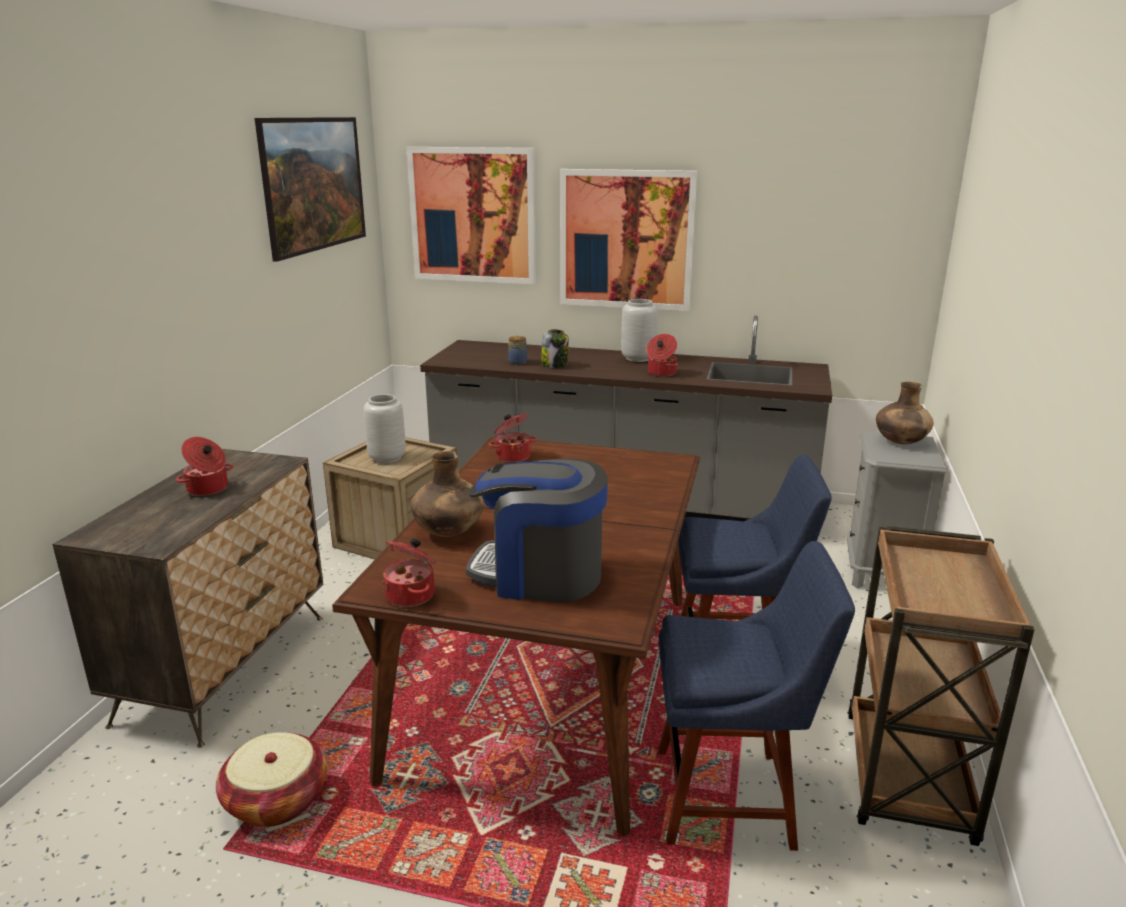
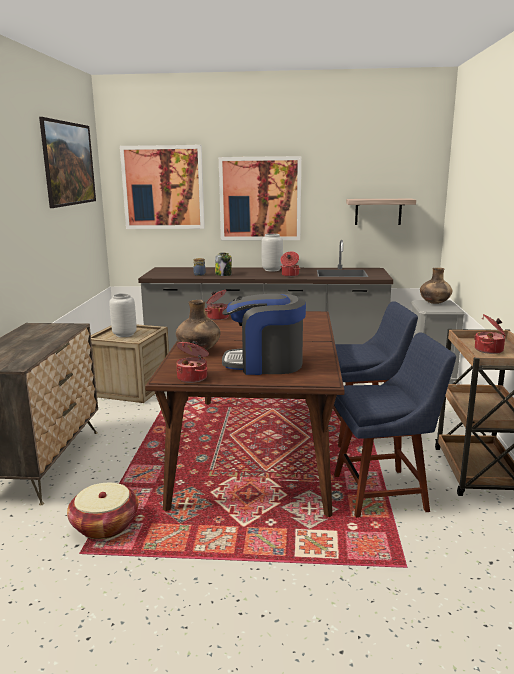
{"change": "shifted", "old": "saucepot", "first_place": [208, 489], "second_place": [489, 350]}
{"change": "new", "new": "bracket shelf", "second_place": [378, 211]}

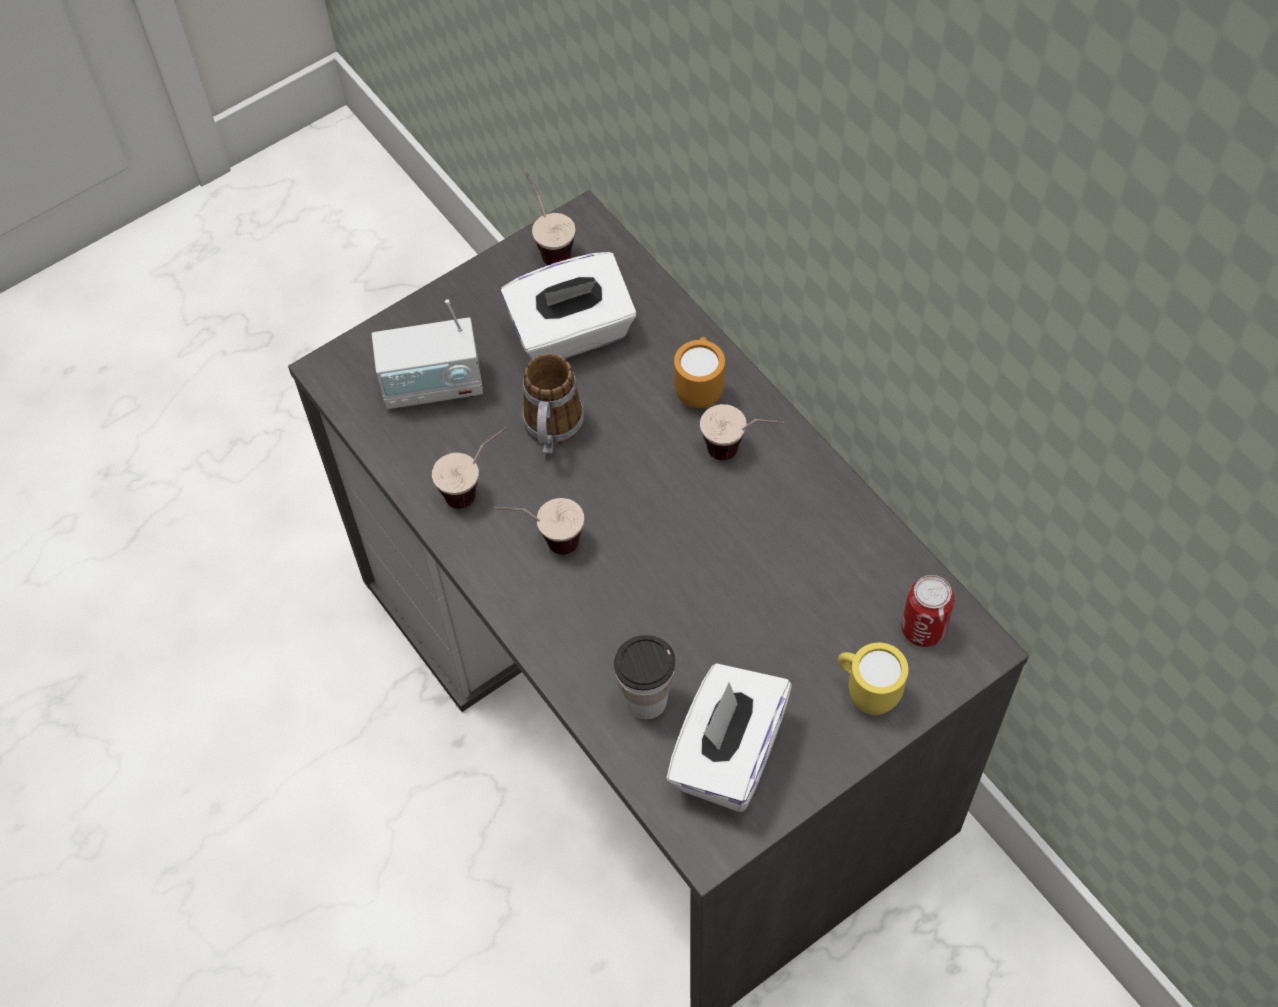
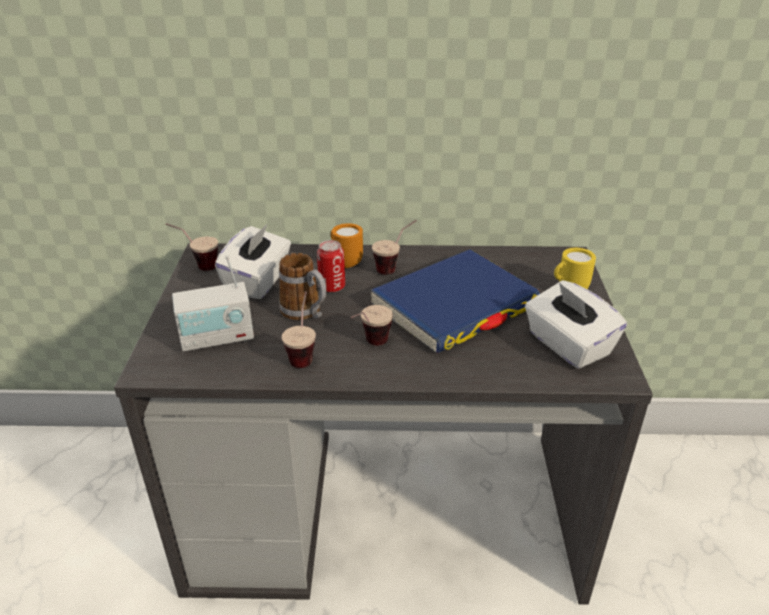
{"change": "rotated", "old": "radio", "first_place": [433, 386], "second_place": [217, 338], "degrees": 45}
{"change": "gone", "old": "drinking cup", "first_place": [646, 700]}
{"change": "shifted", "old": "sealed can", "first_place": [923, 628], "second_place": [332, 287]}
{"change": "new", "new": "blue-coloured volume", "second_place": [454, 305]}

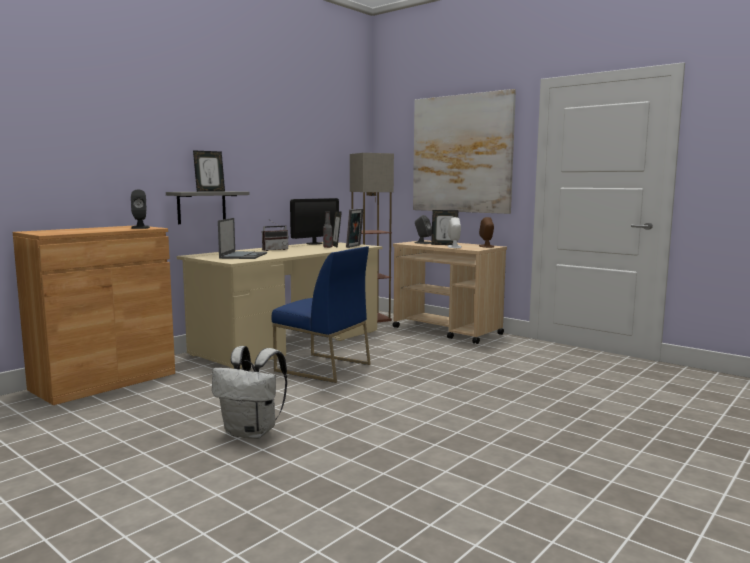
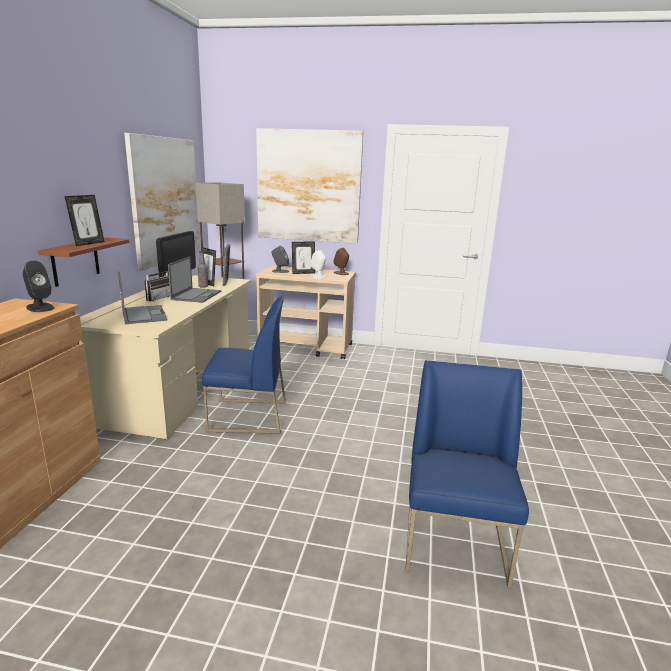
{"change": "repainted", "old": "gray bracket shelf", "new": "brown-coloured bracket shelf", "first_place": [201, 207], "second_place": [75, 261]}
{"change": "gone", "old": "white-coloured knapsack", "first_place": [252, 432]}
{"change": "new", "new": "picture", "second_place": [165, 200]}
{"change": "new", "new": "laptop", "second_place": [196, 295]}
{"change": "new", "new": "blue-coloured upright chair", "second_place": [456, 540]}

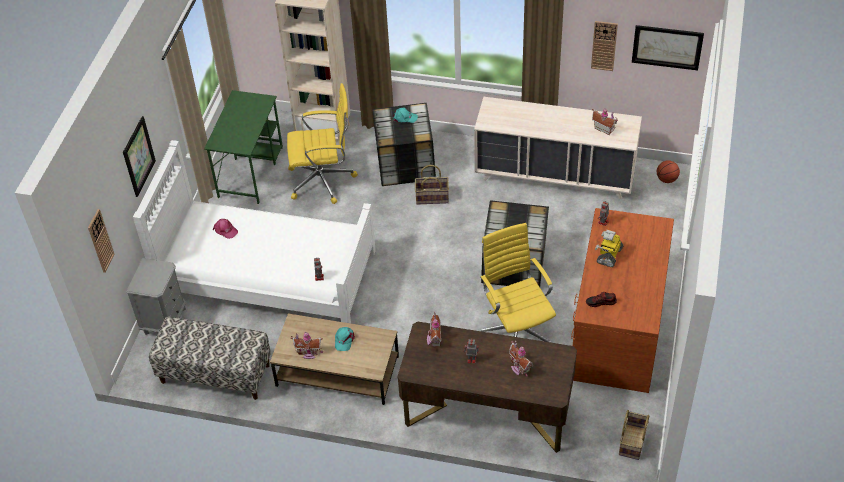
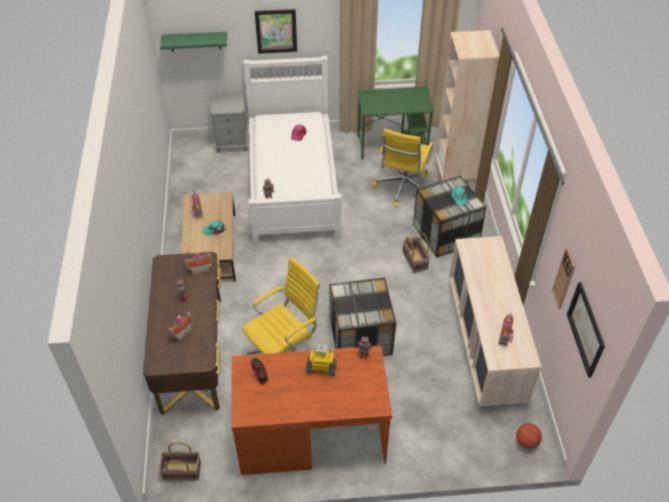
{"change": "swapped", "old": "wall clock", "new": "green bracket shelf", "first_place": [100, 241], "second_place": [195, 41]}
{"change": "gone", "old": "indoor bench", "first_place": [215, 374]}
{"change": "rotated", "old": "yellowish desk chair", "first_place": [323, 180], "second_place": [403, 188], "degrees": 45}

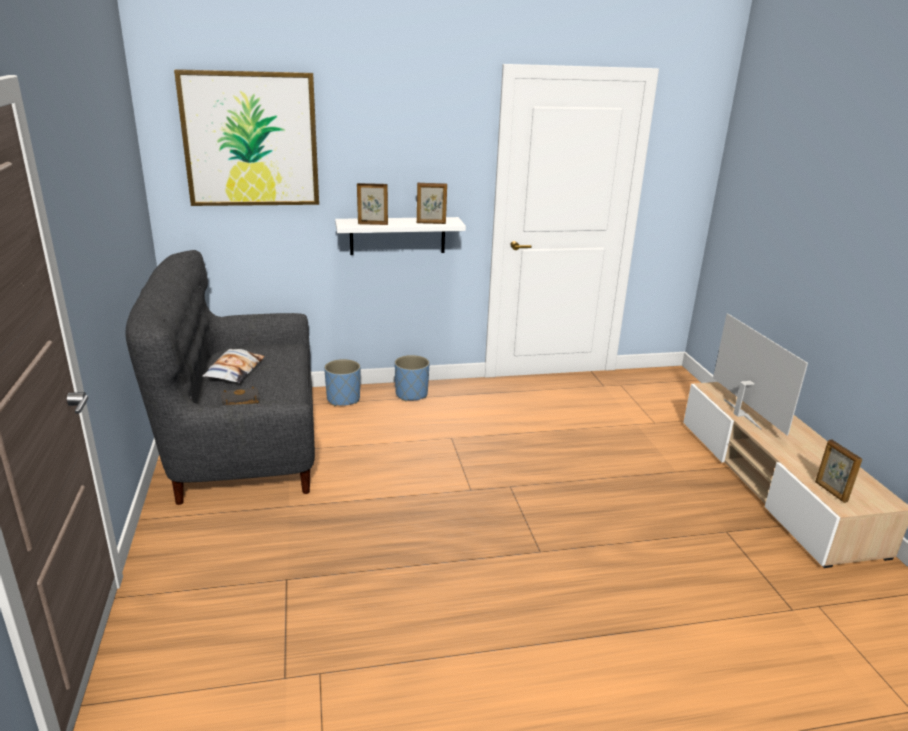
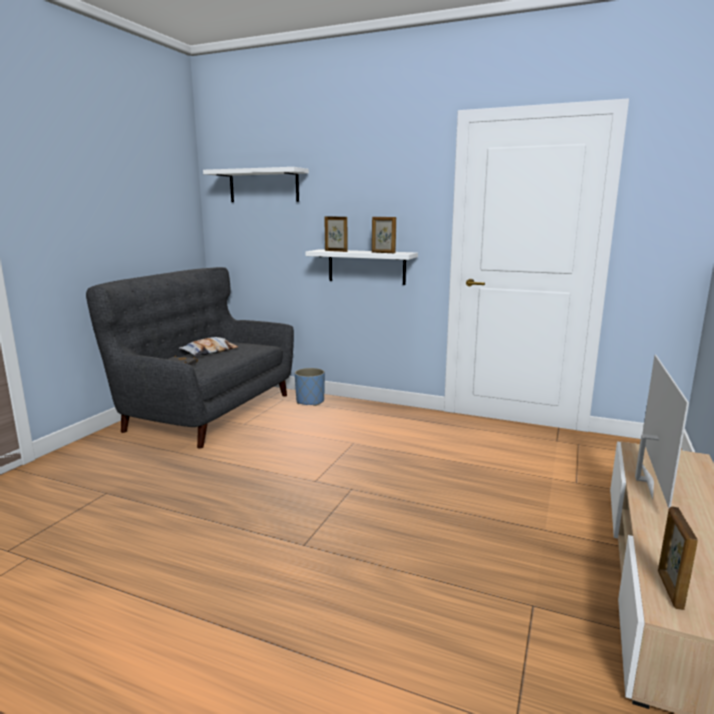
{"change": "swapped", "old": "picture", "new": "white-coloured bracket shelf", "first_place": [251, 140], "second_place": [263, 186]}
{"change": "gone", "old": "blue-coloured plant pot", "first_place": [411, 394]}

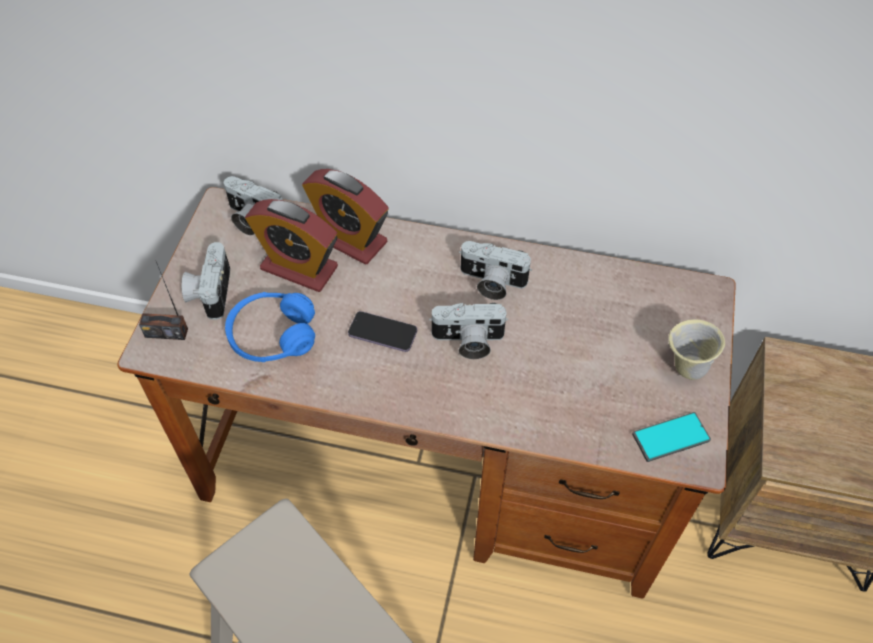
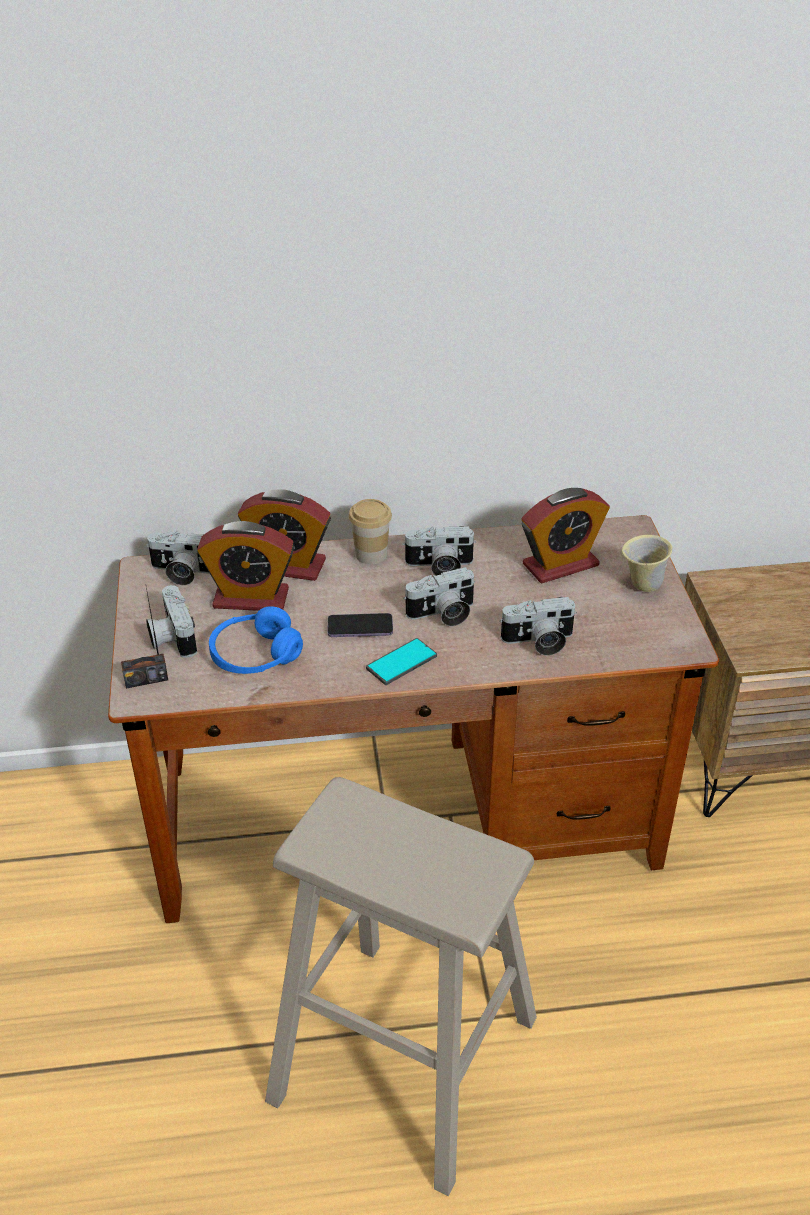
{"change": "shifted", "old": "handset", "first_place": [671, 437], "second_place": [401, 662]}
{"change": "new", "new": "drinking cup", "second_place": [371, 554]}
{"change": "new", "new": "photo camera", "second_place": [538, 642]}
{"change": "new", "new": "alarm clock", "second_place": [560, 565]}

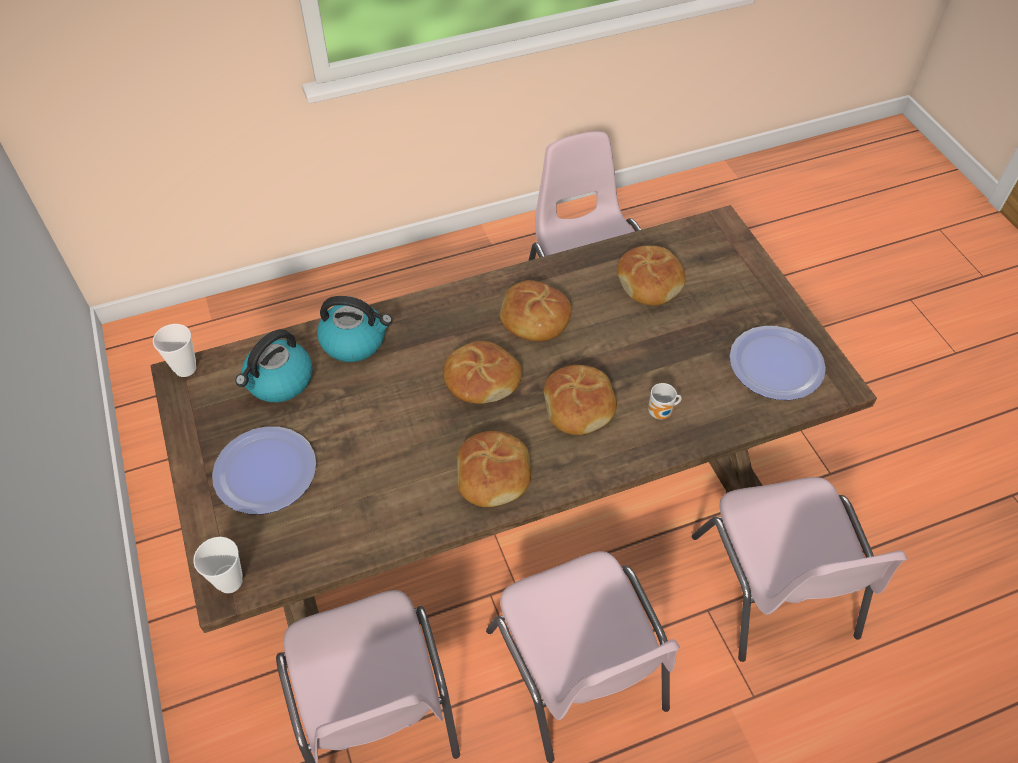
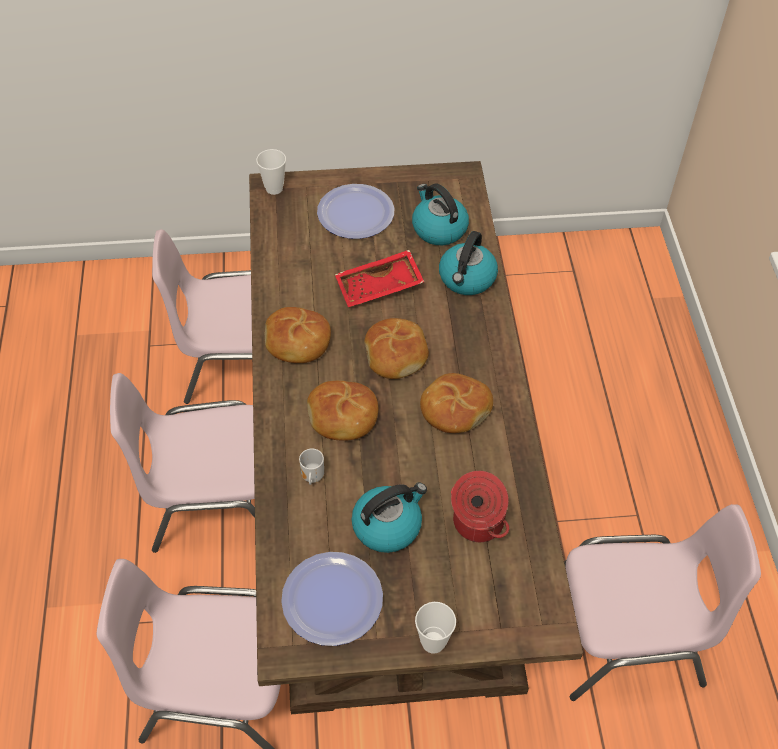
{"change": "shifted", "old": "drinking cup", "first_place": [185, 368], "second_place": [433, 642]}
{"change": "swapped", "old": "baked bread", "new": "saucepot", "first_place": [650, 282], "second_place": [477, 522]}
{"change": "new", "new": "reddish carrying tray", "second_place": [379, 287]}
{"change": "new", "new": "tea kettle", "second_place": [388, 525]}

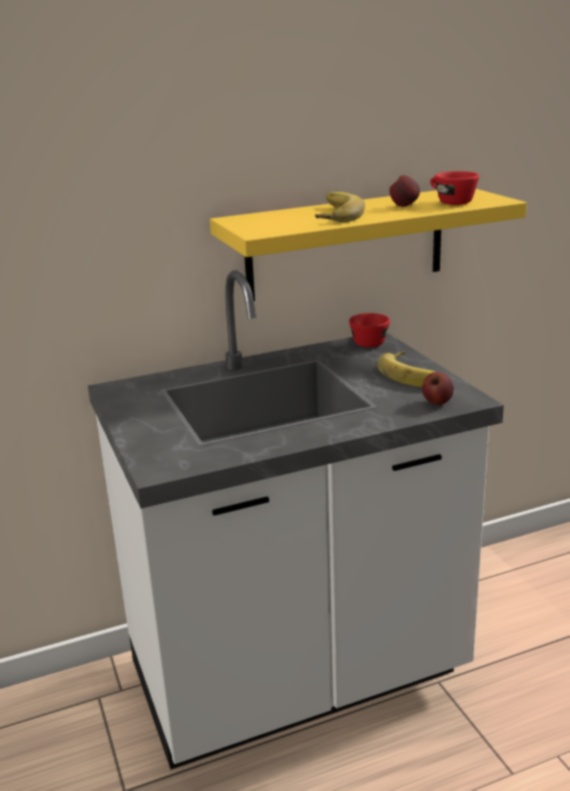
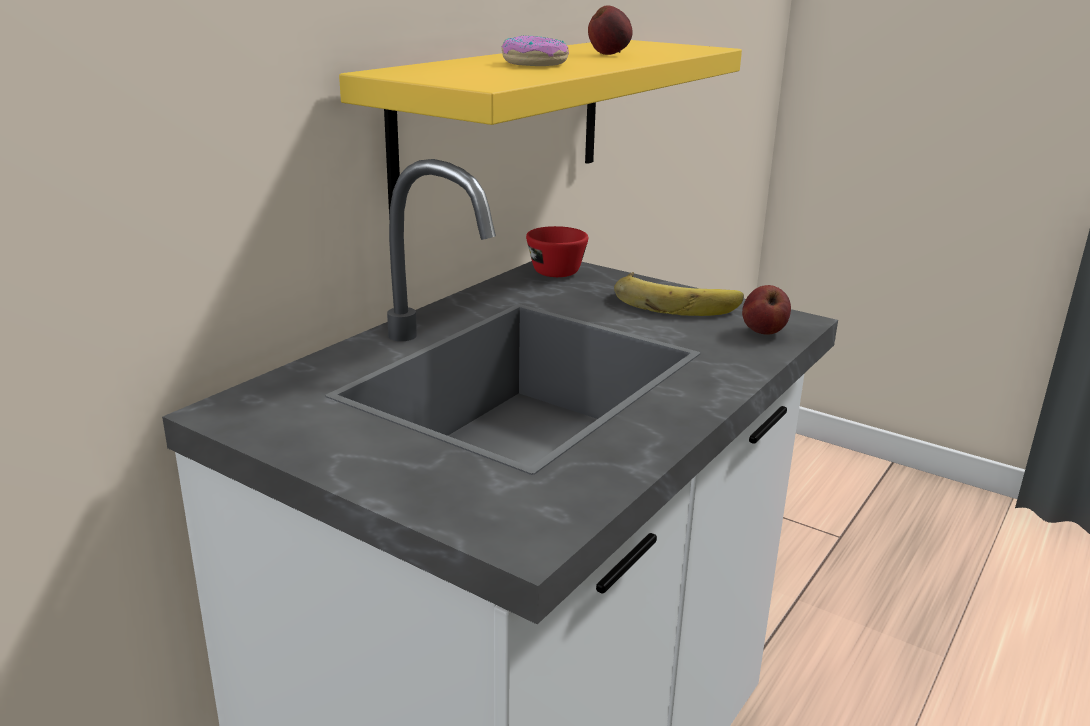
{"change": "swapped", "old": "banana", "new": "donut", "first_place": [332, 214], "second_place": [535, 63]}
{"change": "gone", "old": "reddish drinking cup", "first_place": [450, 202]}

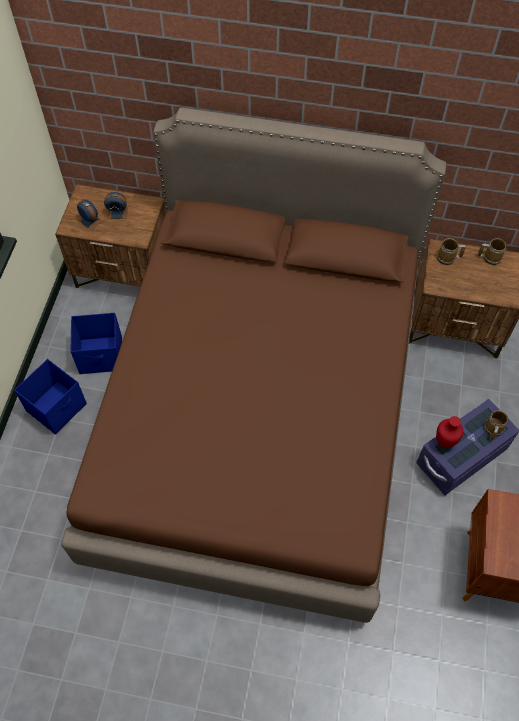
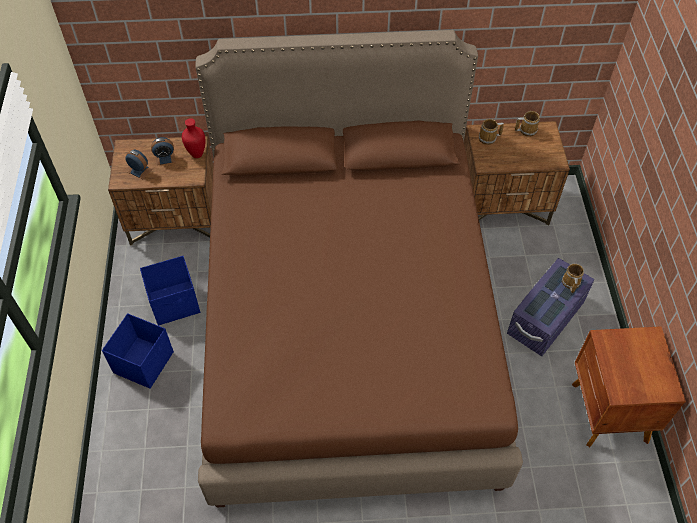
{"change": "shifted", "old": "reddish flower vase", "first_place": [443, 443], "second_place": [196, 154]}

